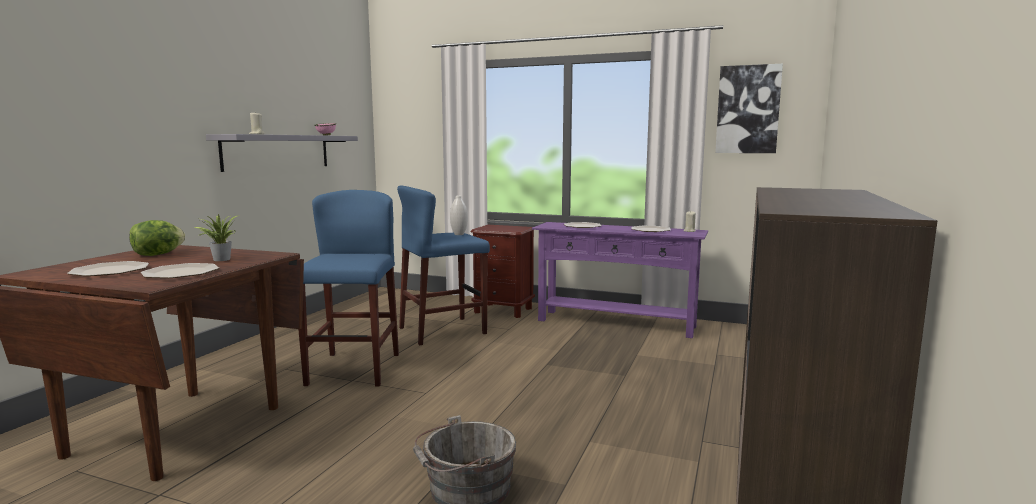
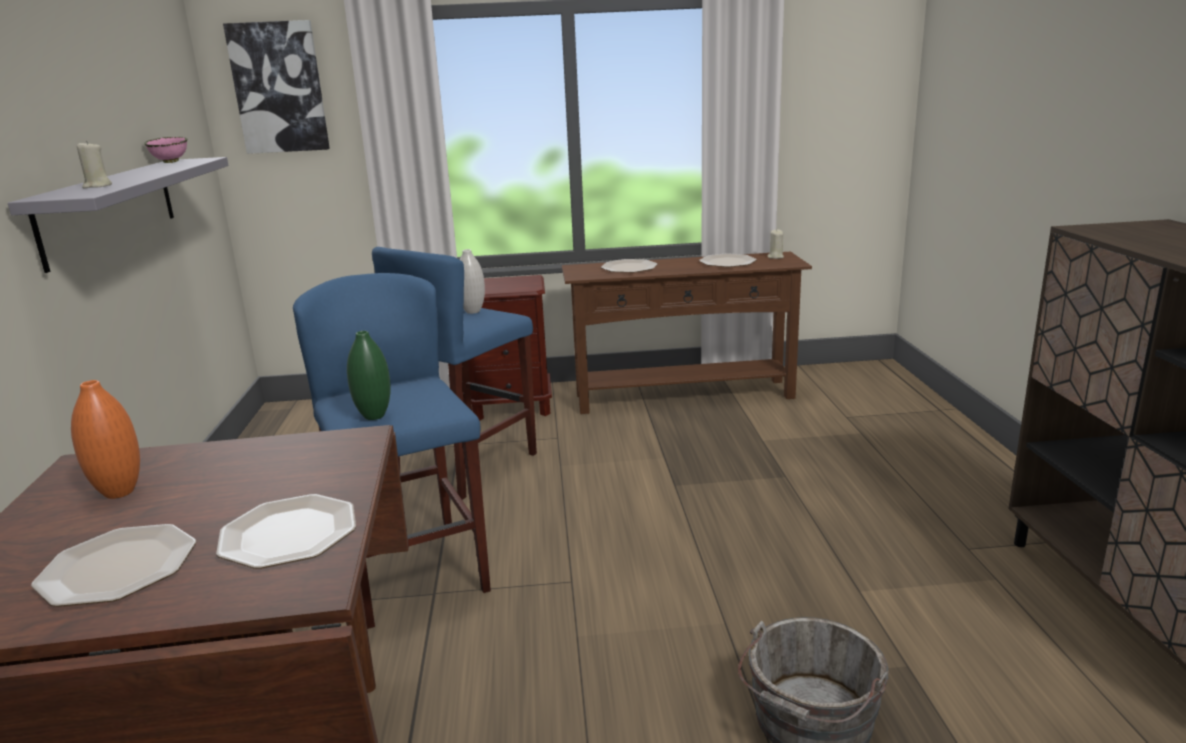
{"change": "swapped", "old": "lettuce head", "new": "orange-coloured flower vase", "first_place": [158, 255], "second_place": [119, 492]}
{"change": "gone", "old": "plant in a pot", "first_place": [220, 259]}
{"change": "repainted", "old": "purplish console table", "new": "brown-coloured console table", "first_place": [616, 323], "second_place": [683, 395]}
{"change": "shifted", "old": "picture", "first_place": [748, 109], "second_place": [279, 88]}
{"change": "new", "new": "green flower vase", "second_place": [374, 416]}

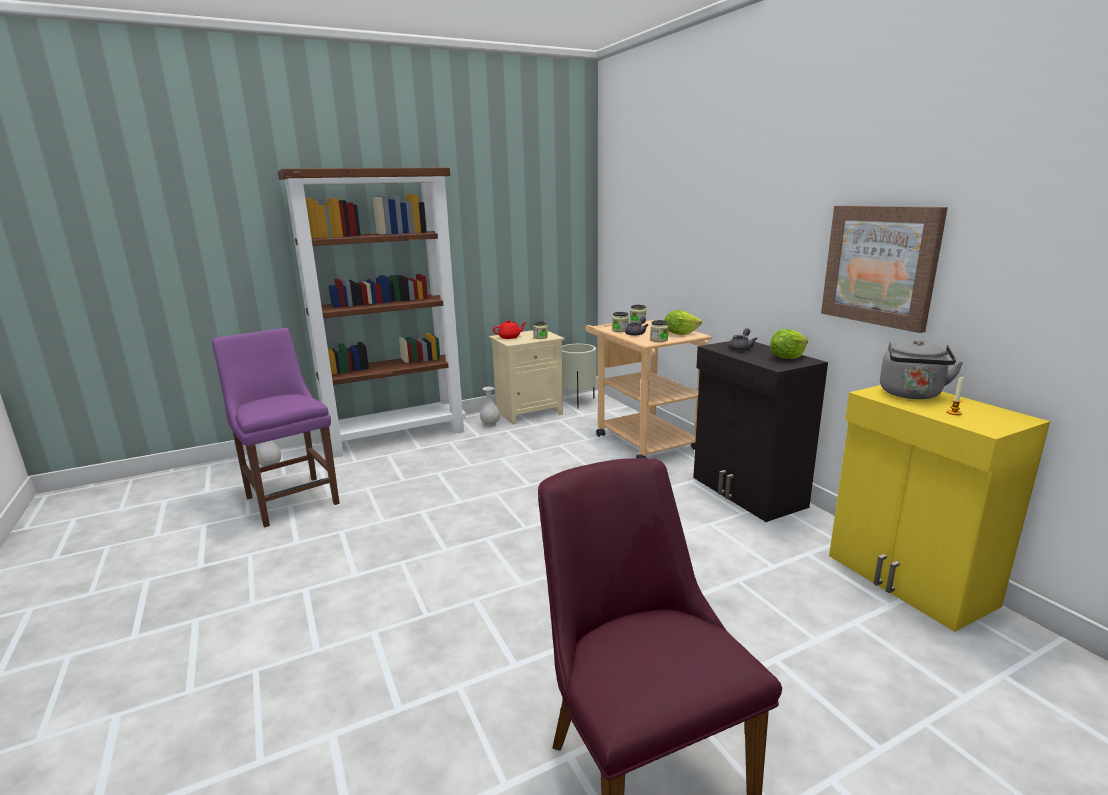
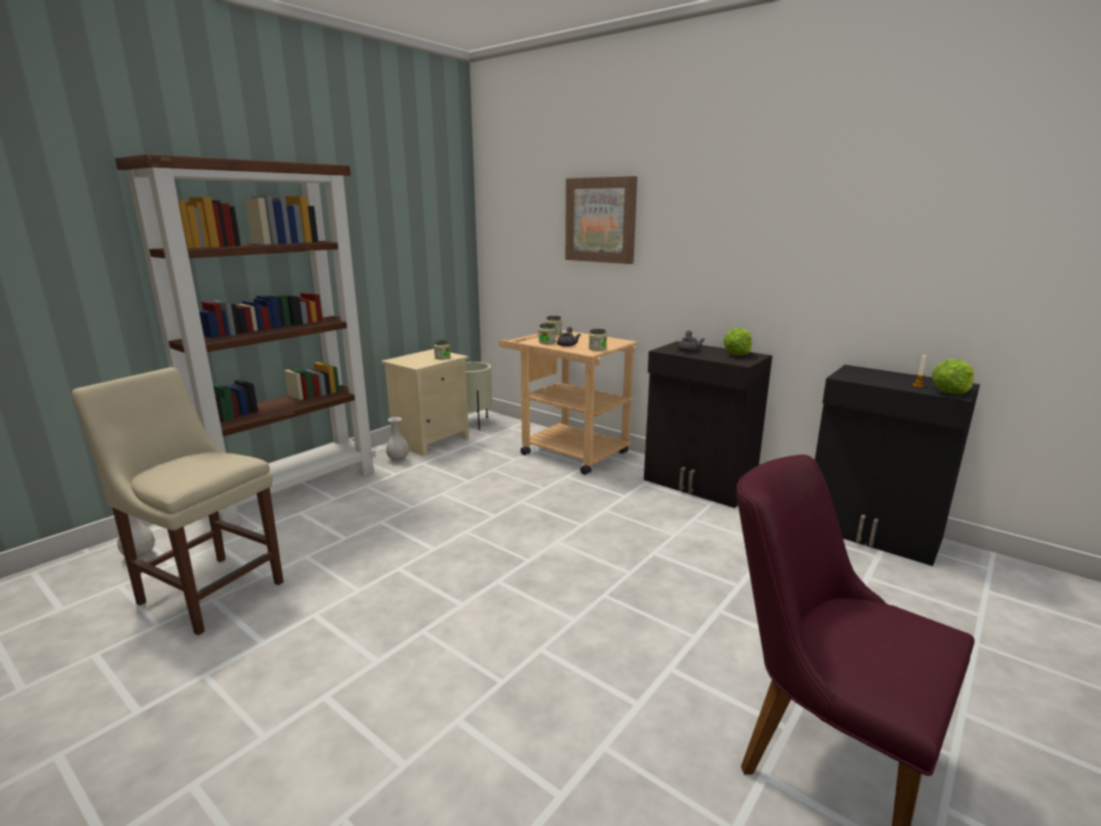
{"change": "repainted", "old": "purplish upright chair", "new": "beige-coloured upright chair", "first_place": [291, 498], "second_place": [208, 590]}
{"change": "gone", "old": "reddish pot for tea", "first_place": [510, 337]}
{"change": "shifted", "old": "lettuce head", "first_place": [680, 334], "second_place": [950, 392]}
{"change": "shifted", "old": "picture", "first_place": [880, 265], "second_place": [600, 220]}
{"change": "repainted", "old": "yellowish cabinet", "new": "blackish cabinet", "first_place": [908, 581], "second_place": [872, 533]}
{"change": "gone", "old": "gray tea kettle", "first_place": [911, 395]}

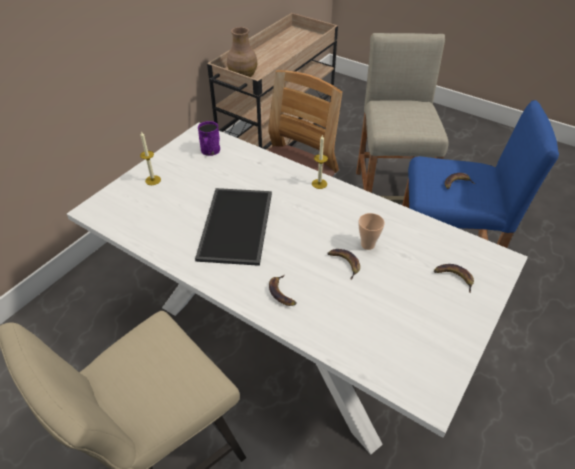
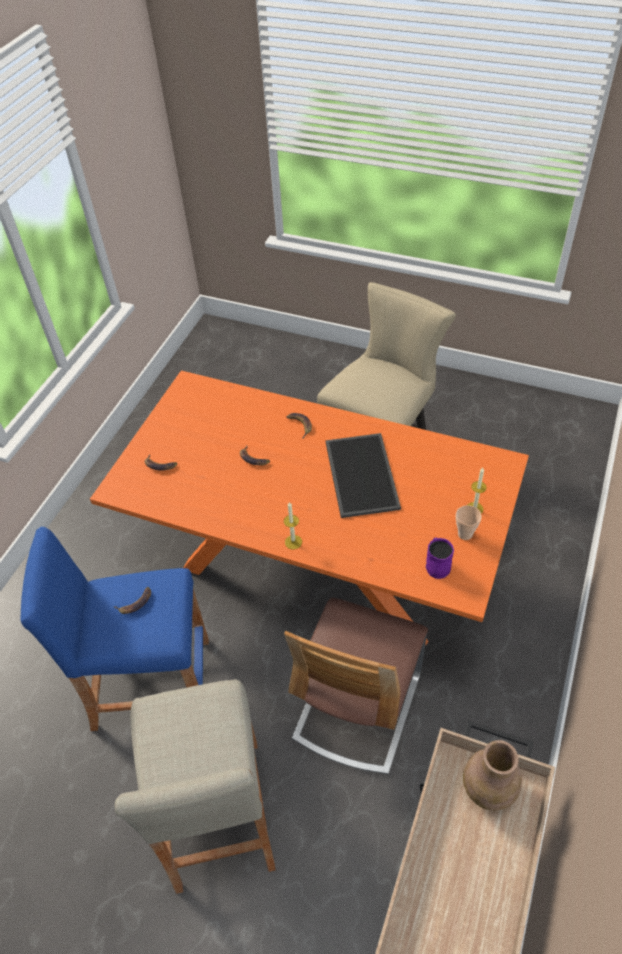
{"change": "repainted", "old": "white-coloured kitchen table", "new": "orange-coloured kitchen table", "first_place": [286, 334], "second_place": [317, 566]}
{"change": "shifted", "old": "drinking cup", "first_place": [367, 244], "second_place": [465, 534]}

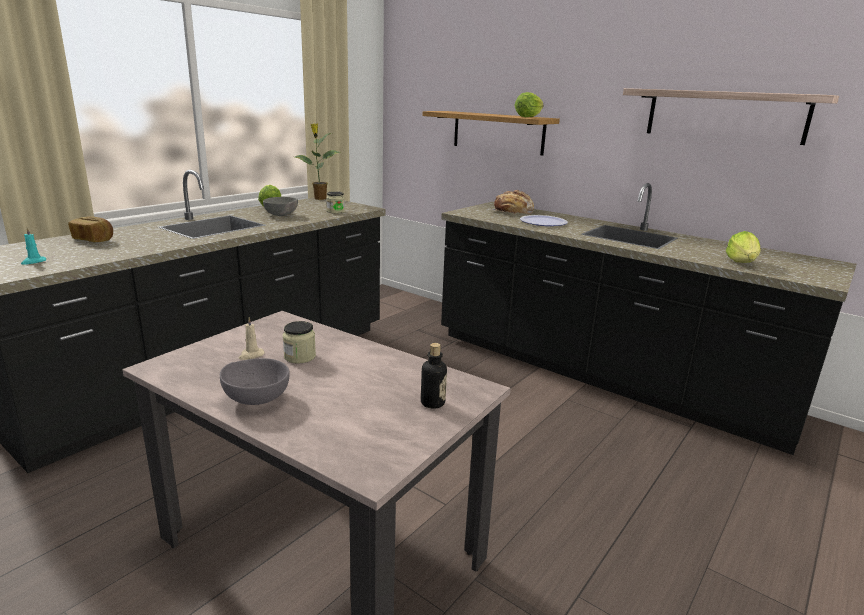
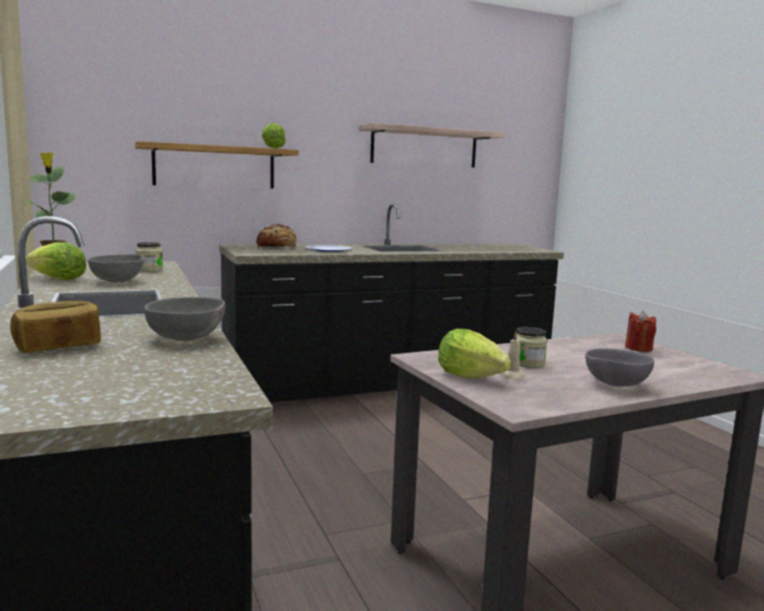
{"change": "gone", "old": "turquoise wax candle", "first_place": [33, 262]}
{"change": "swapped", "old": "bottle", "new": "reddish wax candle", "first_place": [432, 403], "second_place": [638, 348]}
{"change": "shifted", "old": "lettuce head", "first_place": [741, 263], "second_place": [469, 377]}
{"change": "new", "new": "gray deep dish", "second_place": [187, 339]}

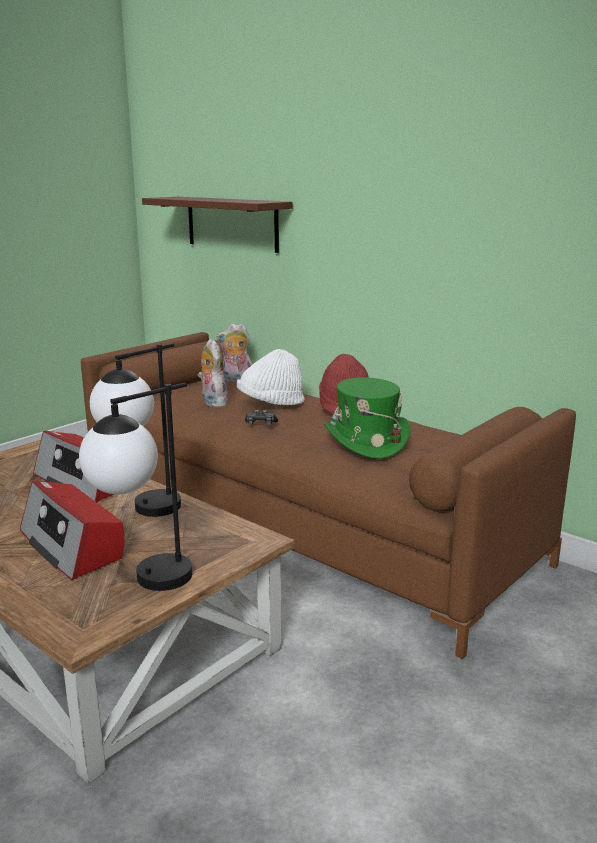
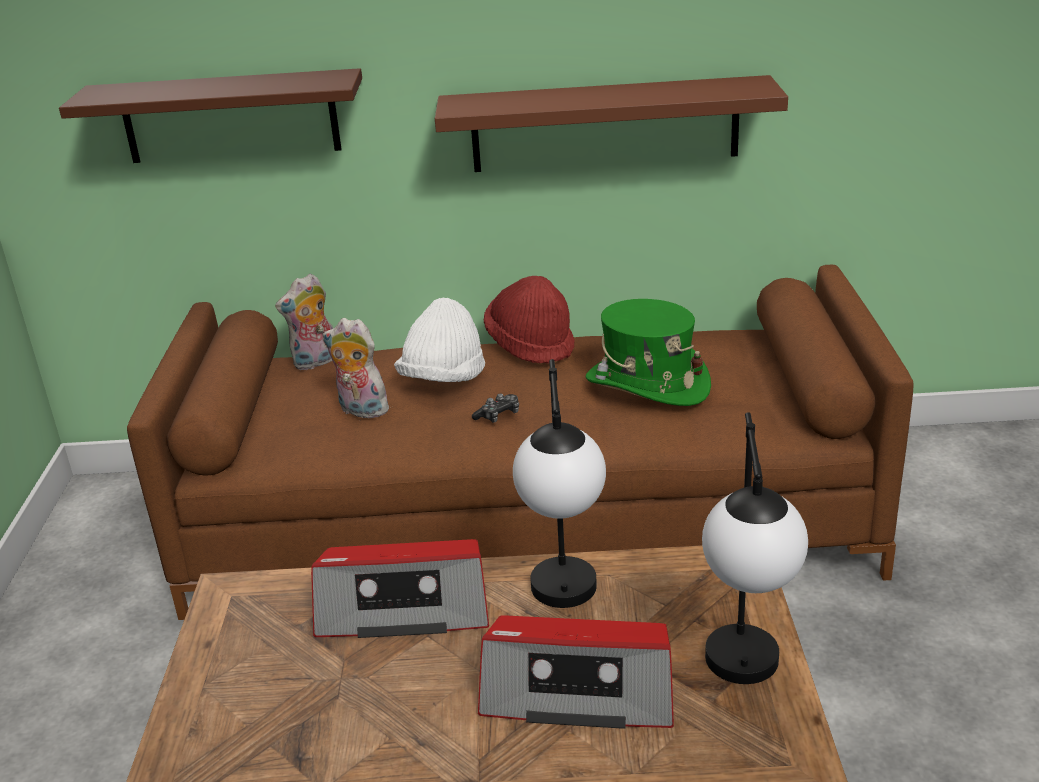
{"change": "new", "new": "brown-coloured bracket shelf", "second_place": [604, 124]}

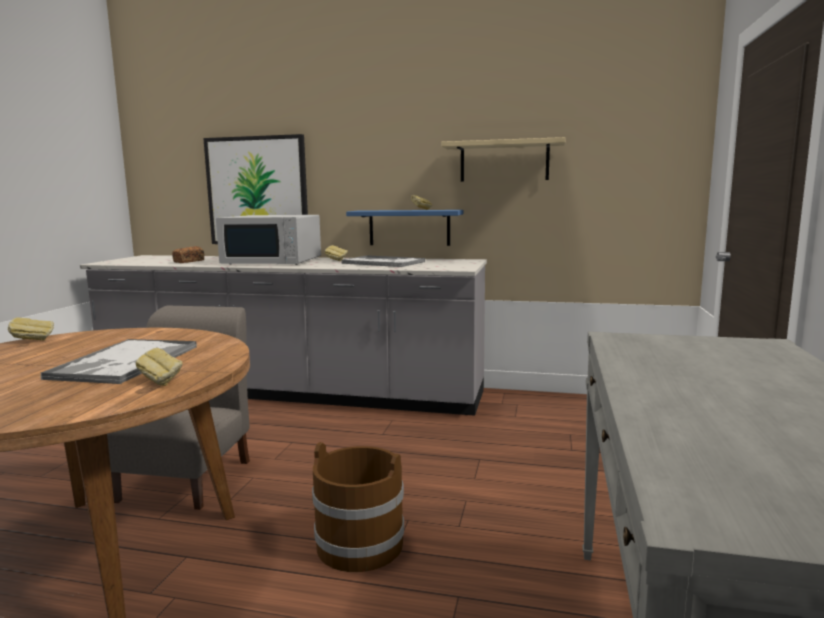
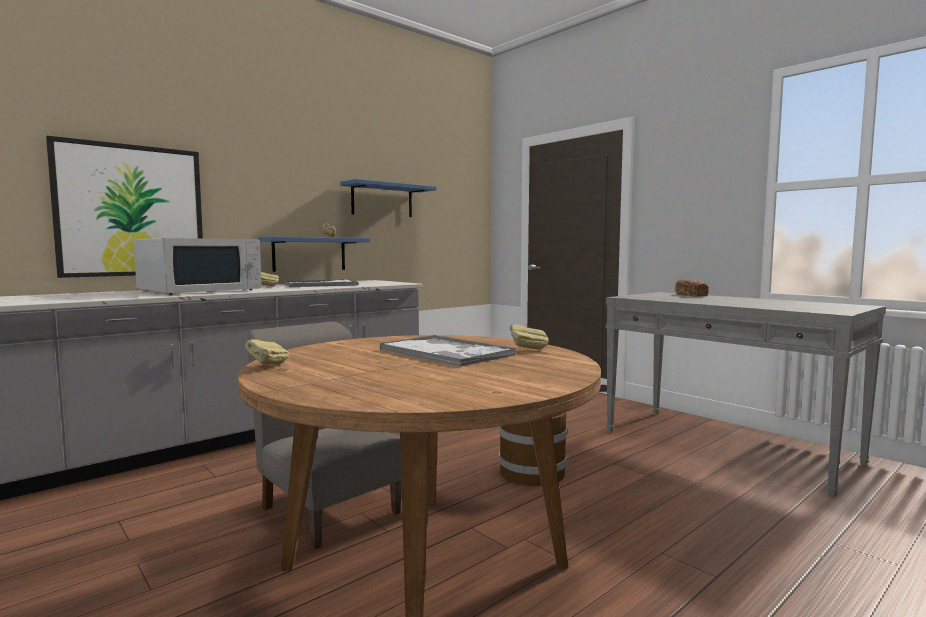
{"change": "shifted", "old": "baked bread", "first_place": [189, 261], "second_place": [691, 295]}
{"change": "repainted", "old": "beige-coloured bracket shelf", "new": "blue-coloured bracket shelf", "first_place": [504, 161], "second_place": [382, 200]}

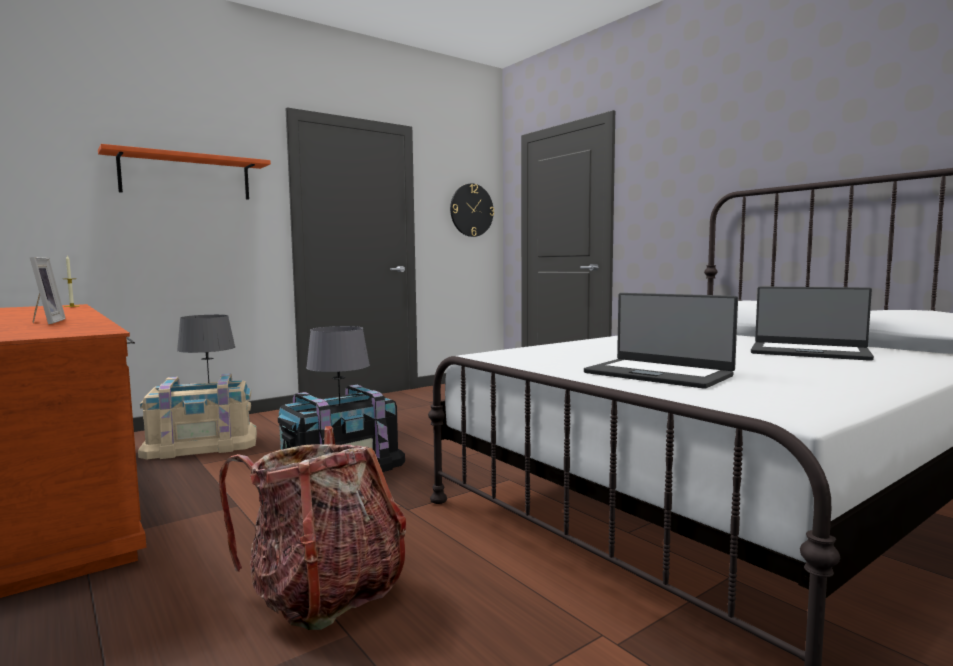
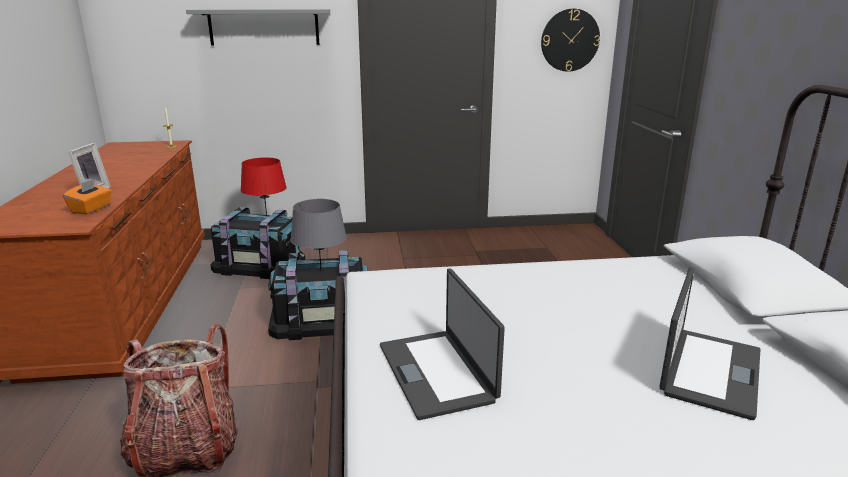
{"change": "repainted", "old": "orange-coloured bracket shelf", "new": "gray bracket shelf", "first_place": [186, 177], "second_place": [264, 27]}
{"change": "repainted", "old": "beige-coloured storage box", "new": "blackish storage box", "first_place": [201, 444], "second_place": [259, 264]}
{"change": "repainted", "old": "gray lamp for a table", "new": "reddish lamp for a table", "first_place": [208, 383], "second_place": [266, 216]}
{"change": "rotated", "old": "laptop", "first_place": [809, 352], "second_place": [709, 371], "degrees": -120}
{"change": "new", "new": "orange-coloured tissue holder", "second_place": [91, 209]}

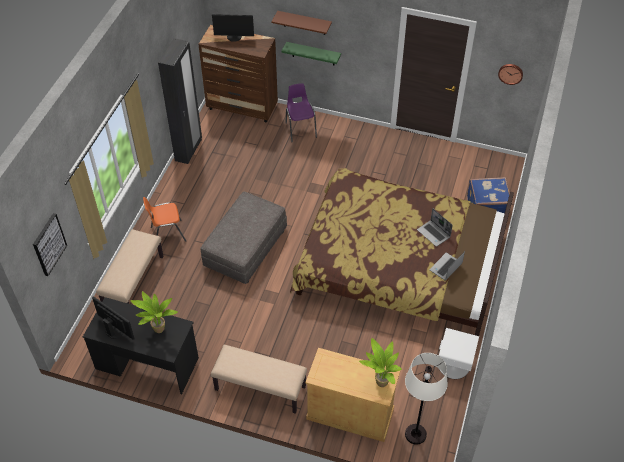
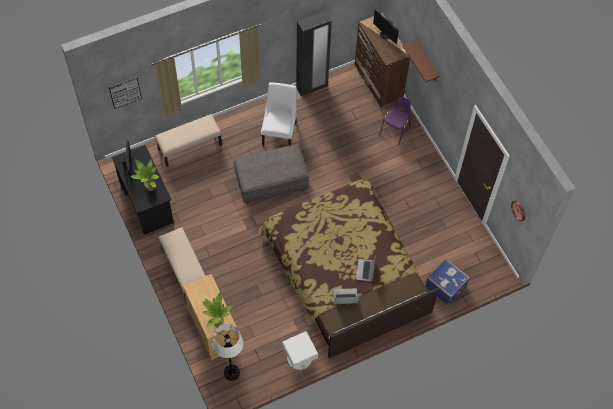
{"change": "gone", "old": "orange-coloured upright chair", "first_place": [167, 234]}
{"change": "gone", "old": "green bracket shelf", "first_place": [313, 54]}
{"change": "new", "new": "white-coloured upright chair", "second_place": [280, 132]}

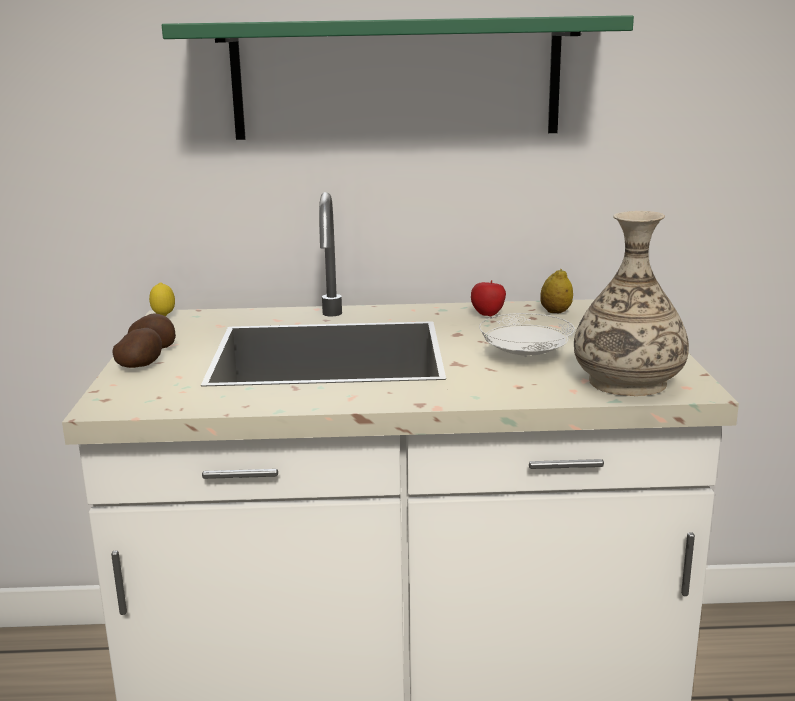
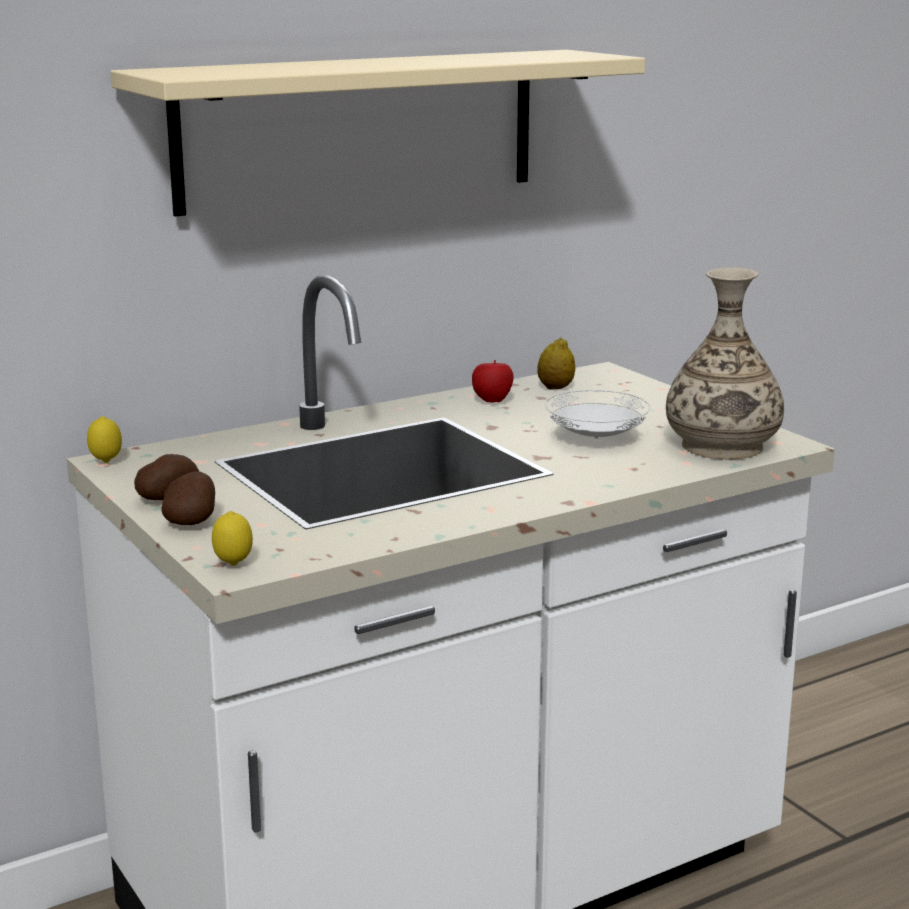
{"change": "repainted", "old": "green bracket shelf", "new": "beige-coloured bracket shelf", "first_place": [396, 79], "second_place": [359, 129]}
{"change": "new", "new": "lemon", "second_place": [233, 565]}

